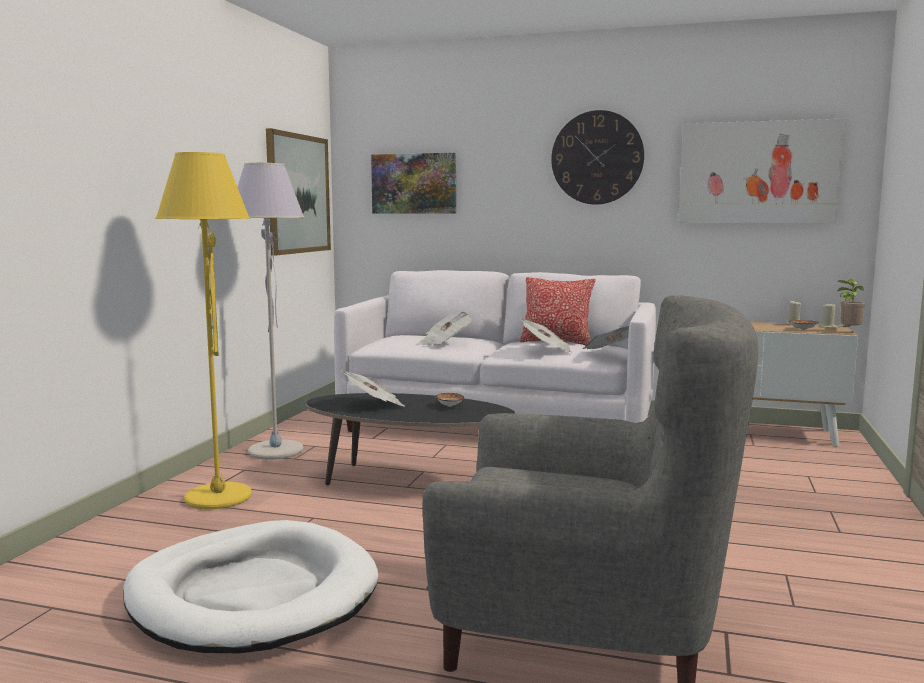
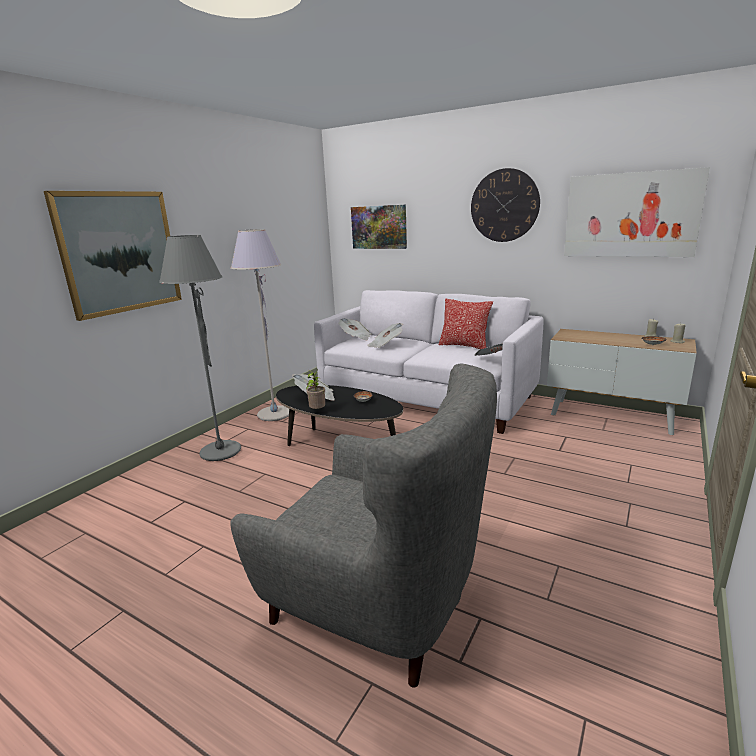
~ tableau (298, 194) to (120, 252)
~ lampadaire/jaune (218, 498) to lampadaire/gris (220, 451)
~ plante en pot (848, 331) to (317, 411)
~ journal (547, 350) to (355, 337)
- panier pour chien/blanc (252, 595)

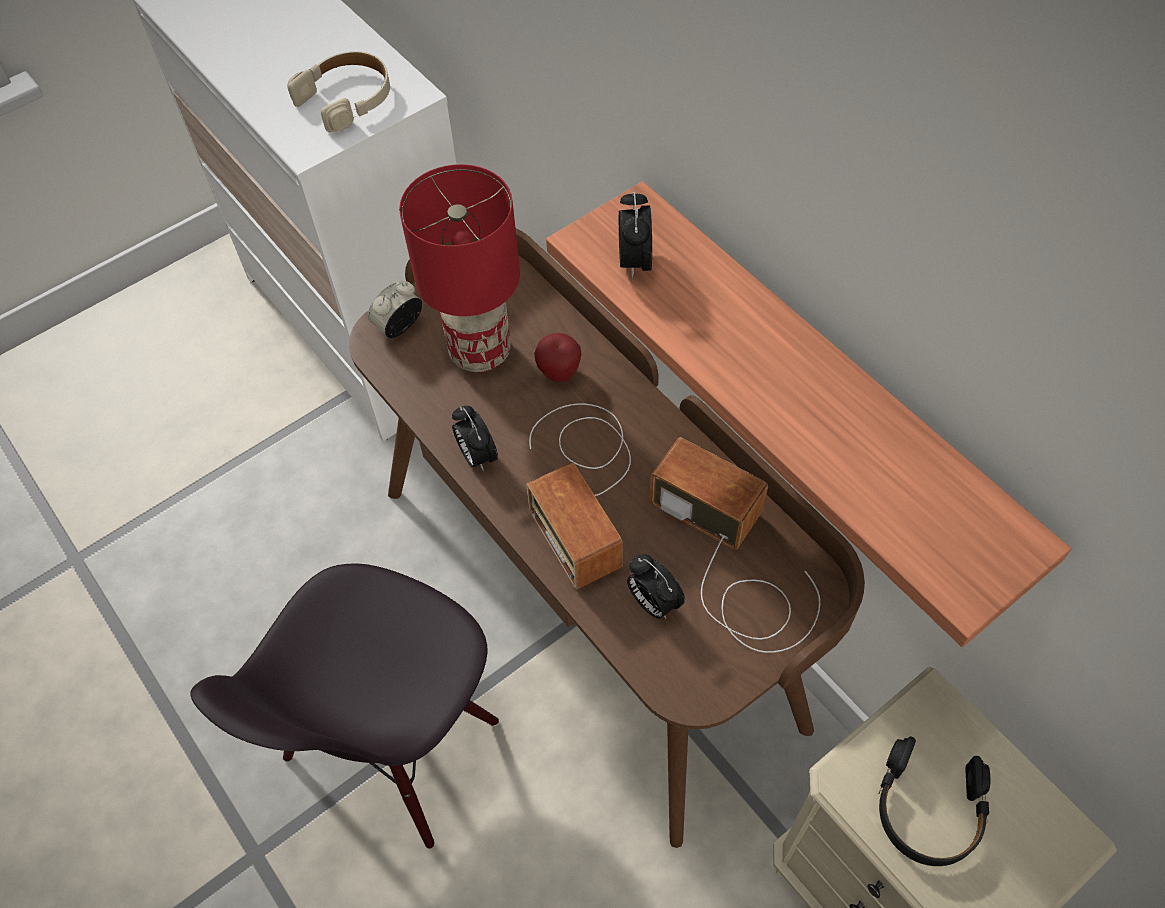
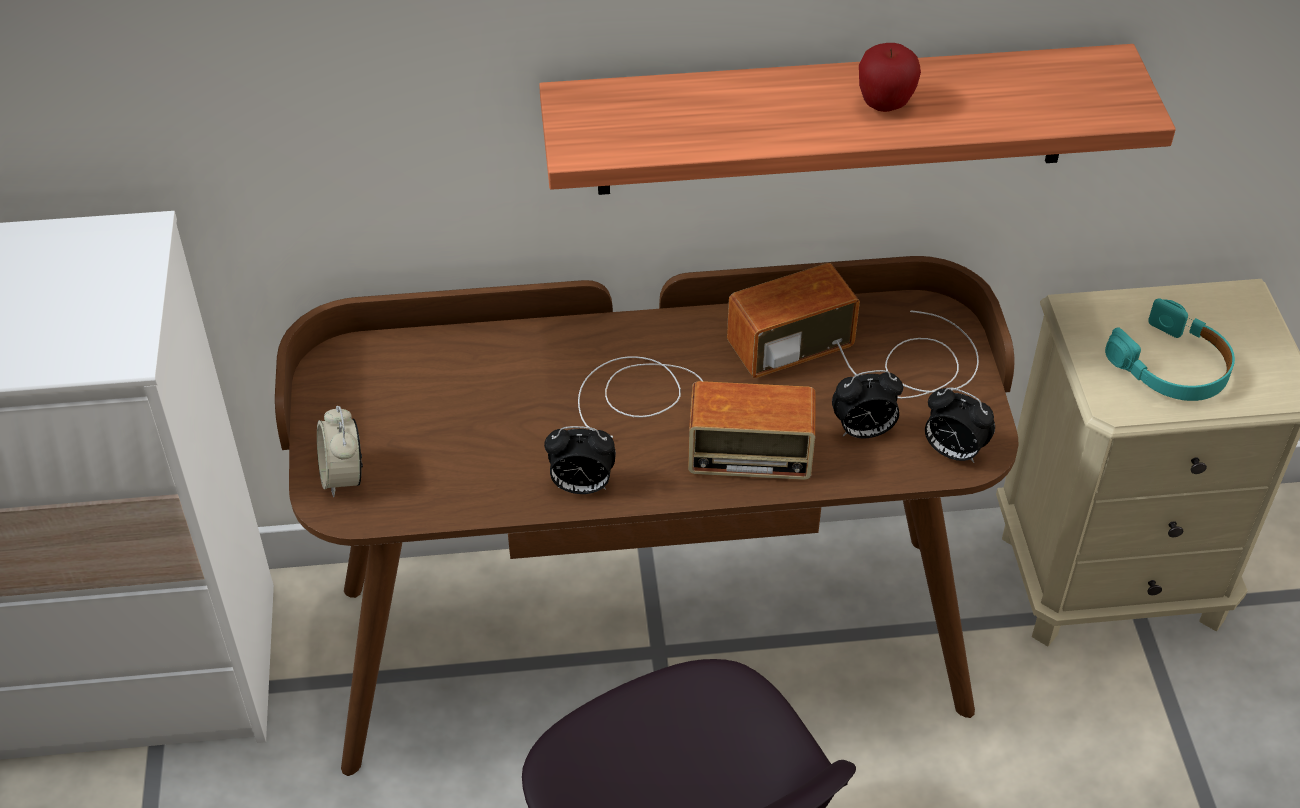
~ pomme (559, 373) to (884, 105)
~ réveil (634, 261) to (952, 452)
~ casque audio/noir (928, 809) to casque audio/turquoise (1171, 366)
- casque audio/beige (347, 98)
- lampe de table/rouge (481, 353)

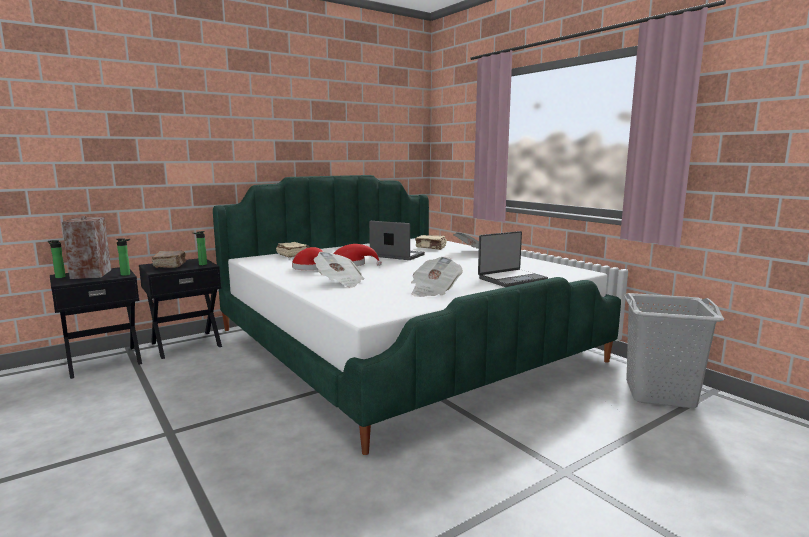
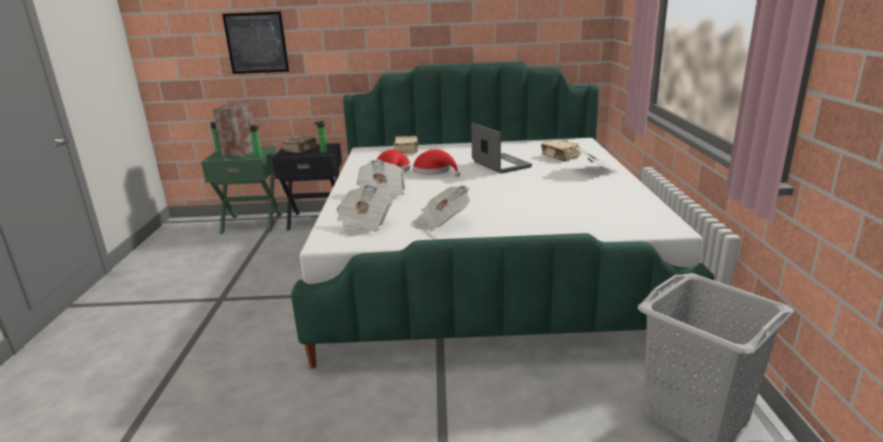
~ table de chevet/noir (104, 361) to table de chevet/vert (252, 223)
+ tableau (256, 43)
+ journal (363, 225)
- ordinateur portable (511, 279)

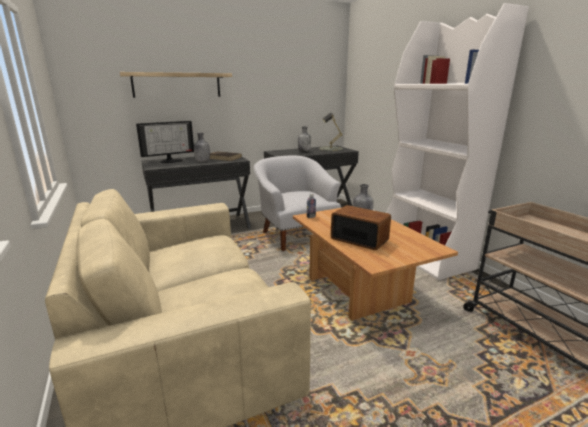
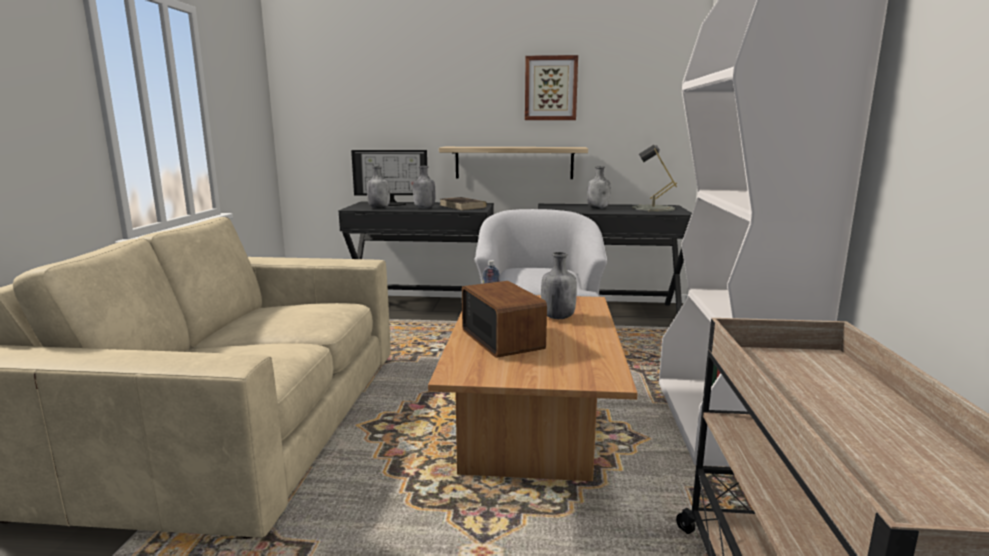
+ bouteille/gris (379, 208)
~ étagère (177, 85) to (514, 162)
+ tableau (551, 88)

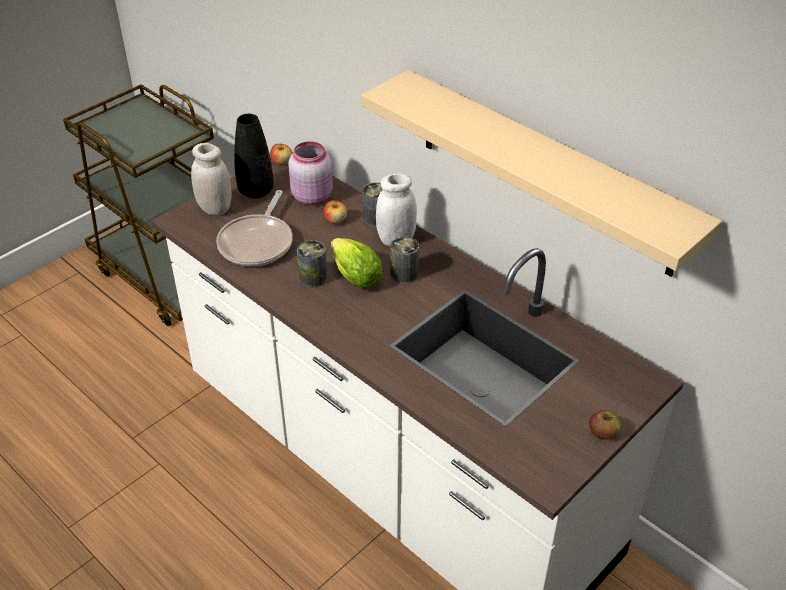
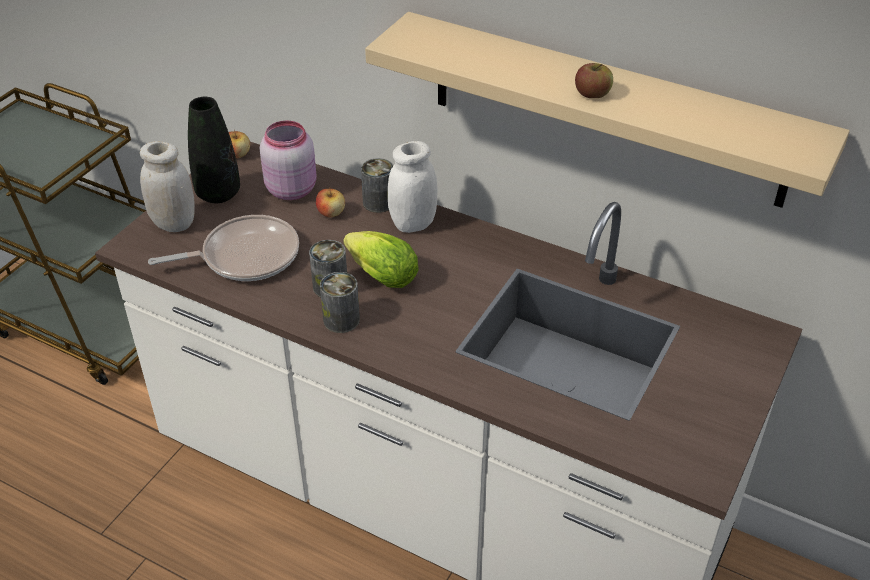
~ poêle (258, 242) = (245, 256) 105 degrees counterclockwise
~ boîte métallique (404, 274) to (341, 320)
~ pomme (603, 433) to (592, 94)

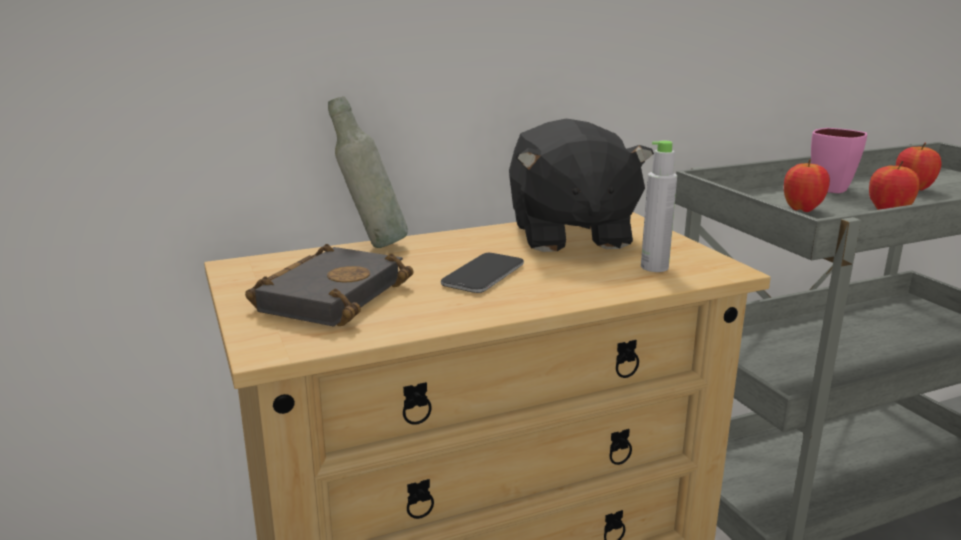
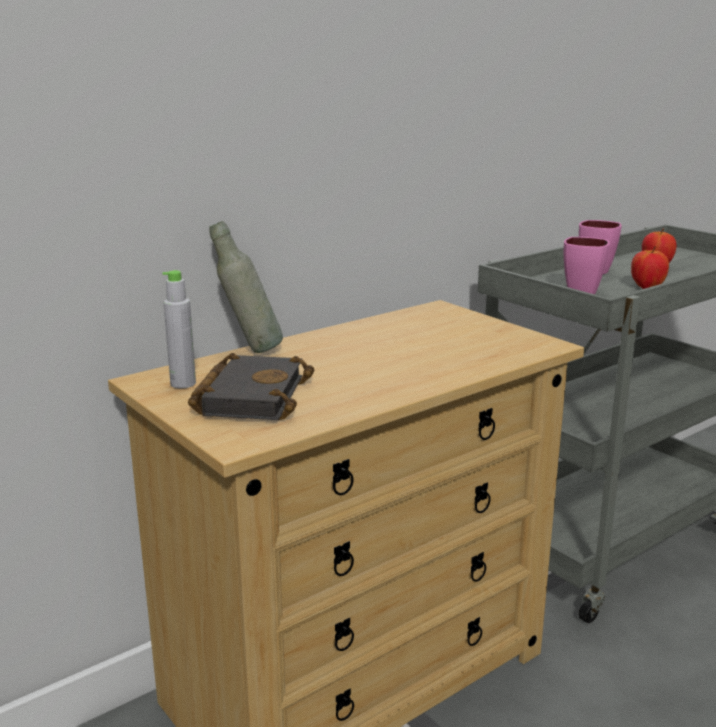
~ bouteille/gris (654, 267) to (183, 383)
~ pomme (802, 209) to mug/rose (583, 290)
- téléphone (483, 275)
- peluche/noir (569, 235)

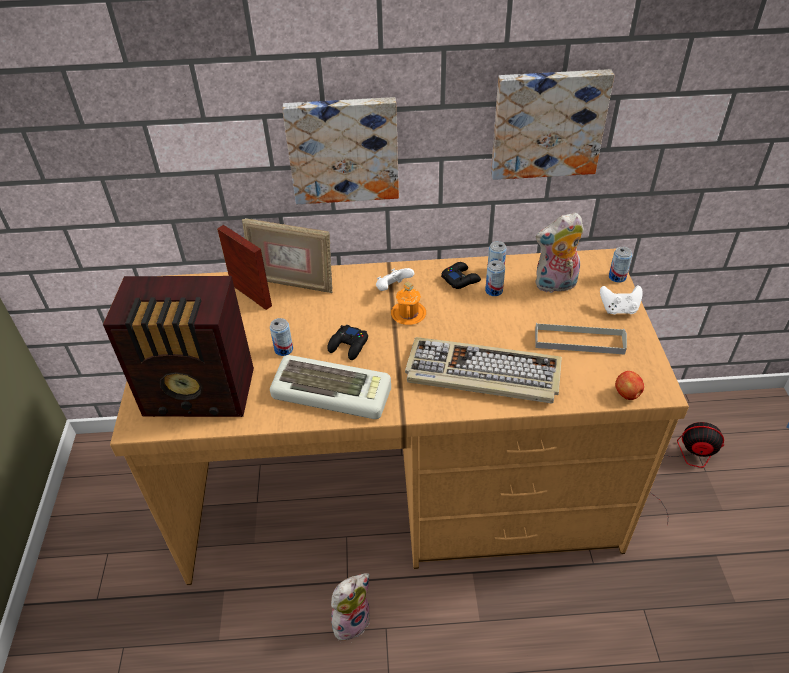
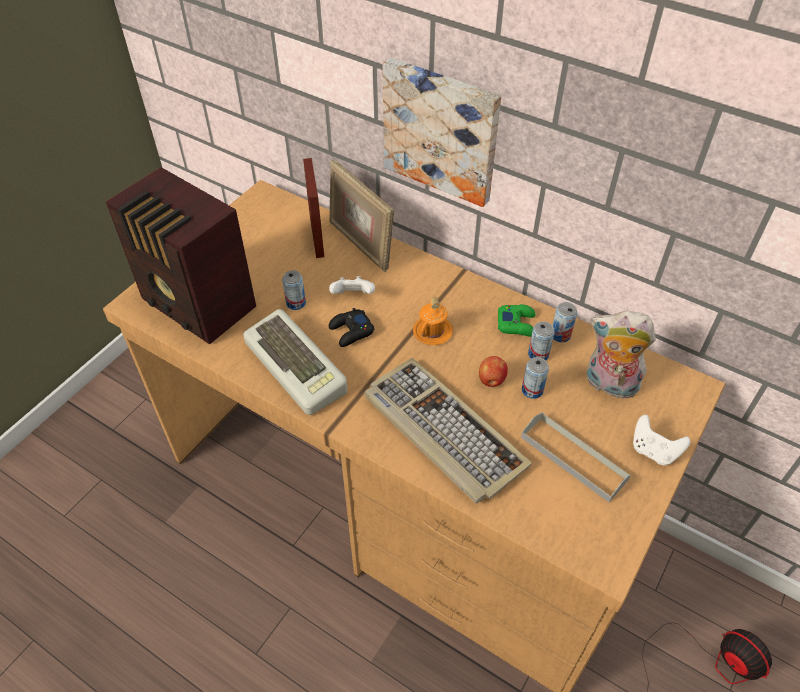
~ manette/blanc (393, 289) to (353, 296)
~ pomme (627, 394) to (491, 380)
~ manette/noir (460, 279) to manette/vert (517, 324)
~ boîte métallique (617, 277) to (532, 390)
- peluche (351, 619)
- tableau (547, 123)

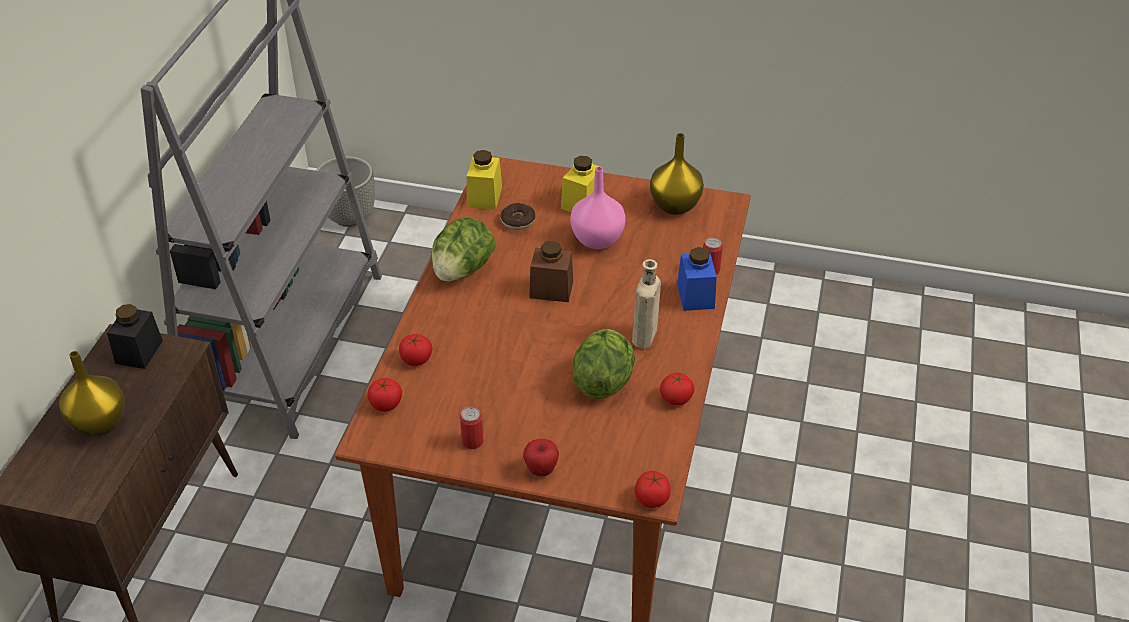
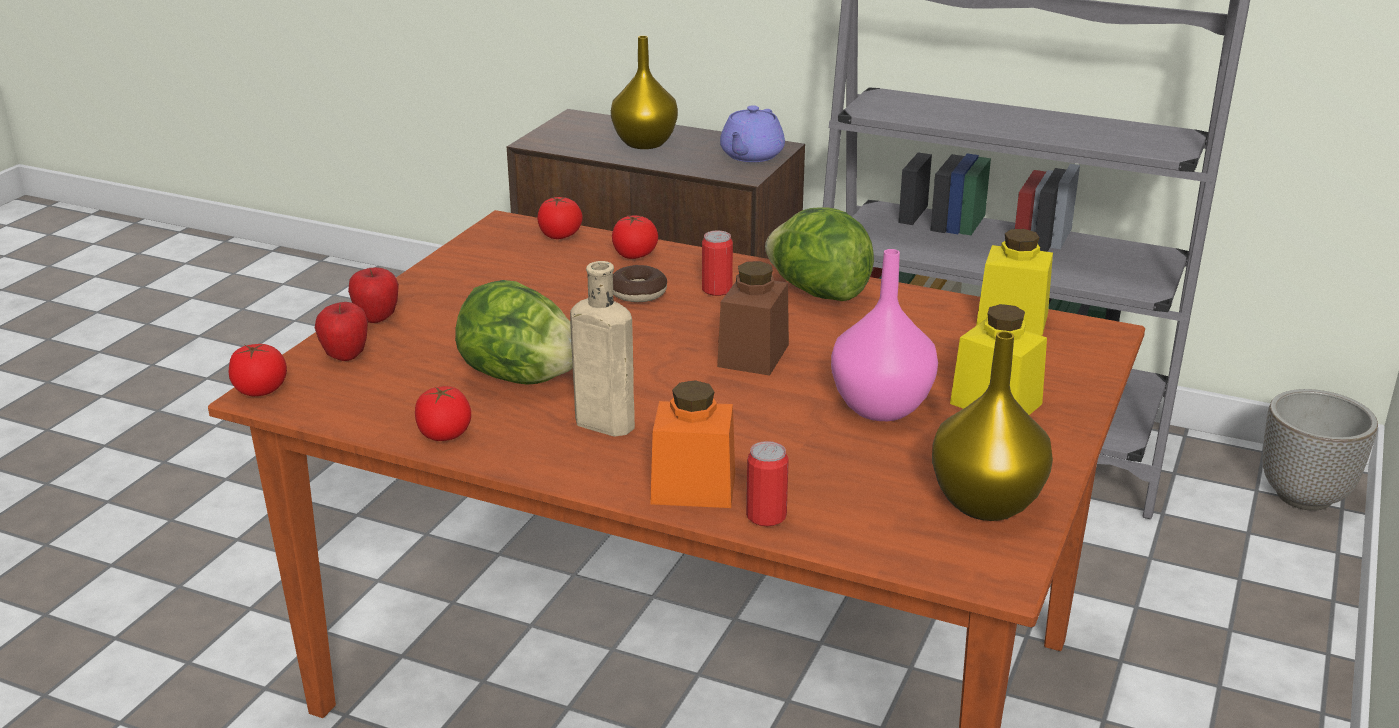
+ pomme (345, 356)
~ beignet (518, 221) to (638, 293)
~ bocal/bleu (695, 296) to bocal/orange (693, 488)
~ boîte métallique (472, 441) to (717, 289)
~ bocal/noir (139, 352) to théière/violet (751, 156)

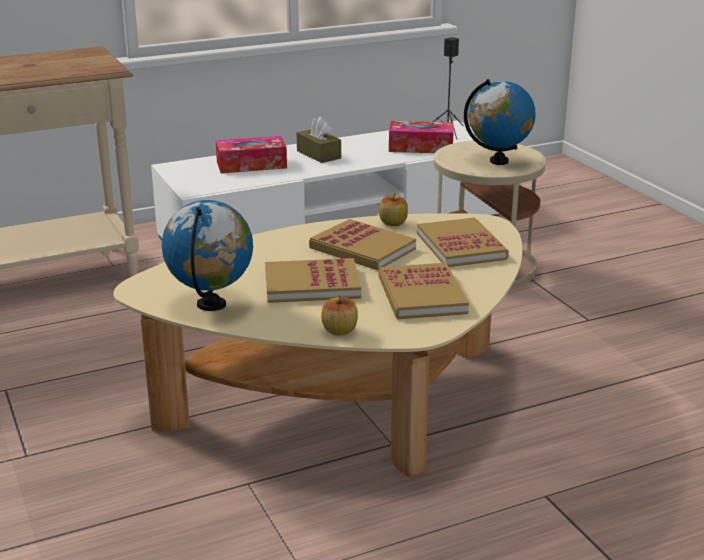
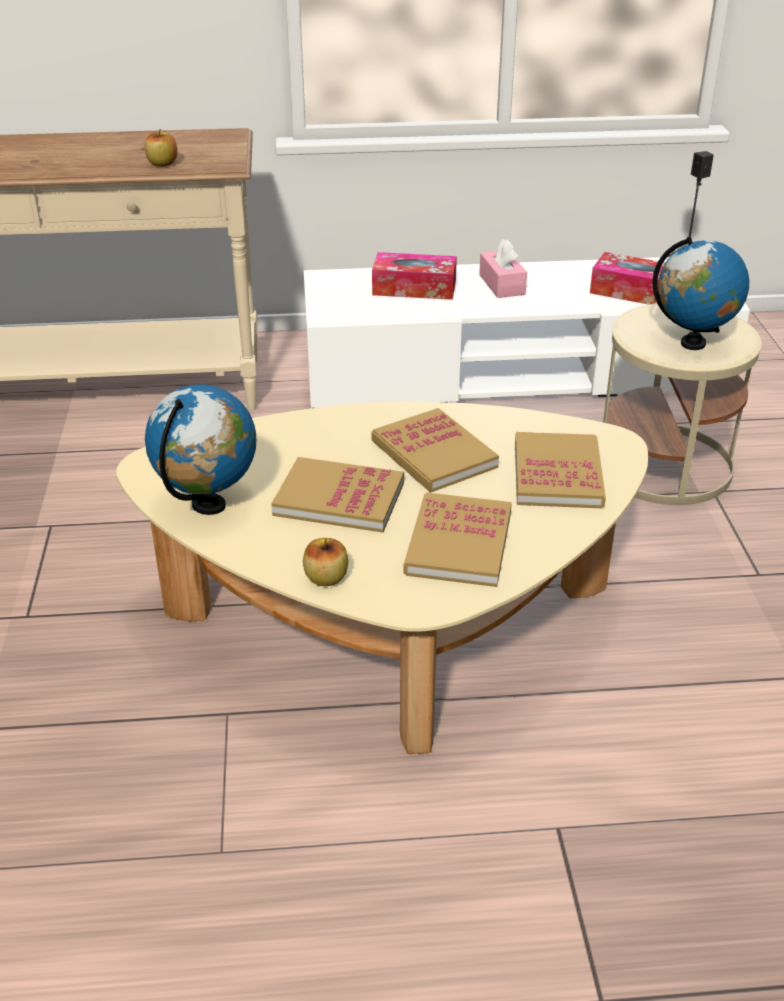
~ pomme (393, 223) to (162, 164)
~ boîte à mouchoirs/marron (318, 154) to boîte à mouchoirs/rose (502, 284)

